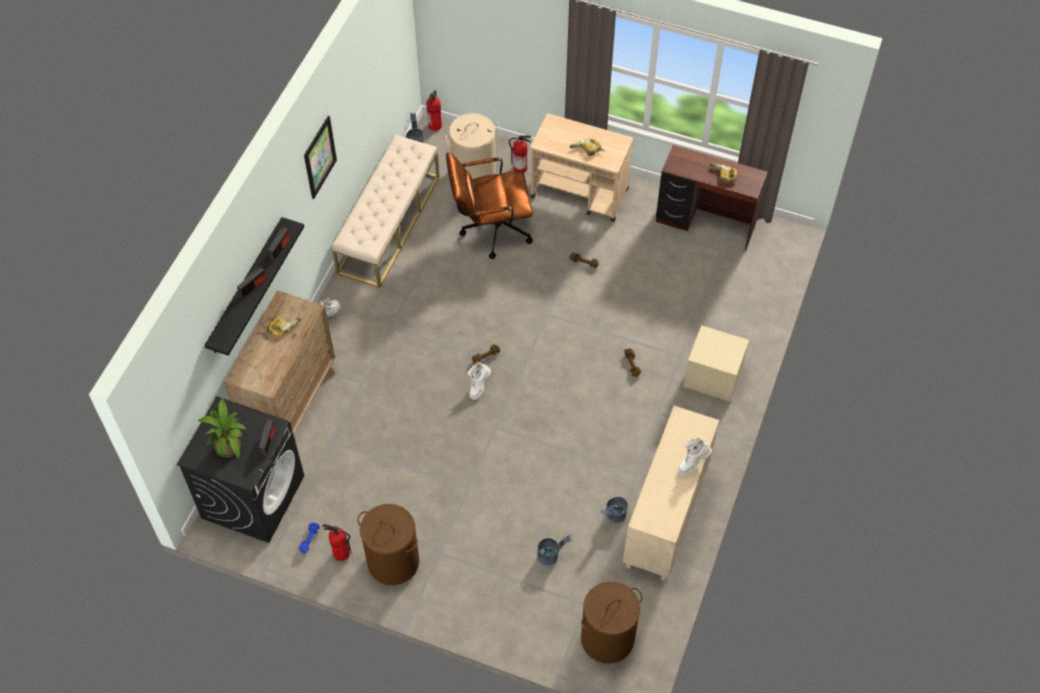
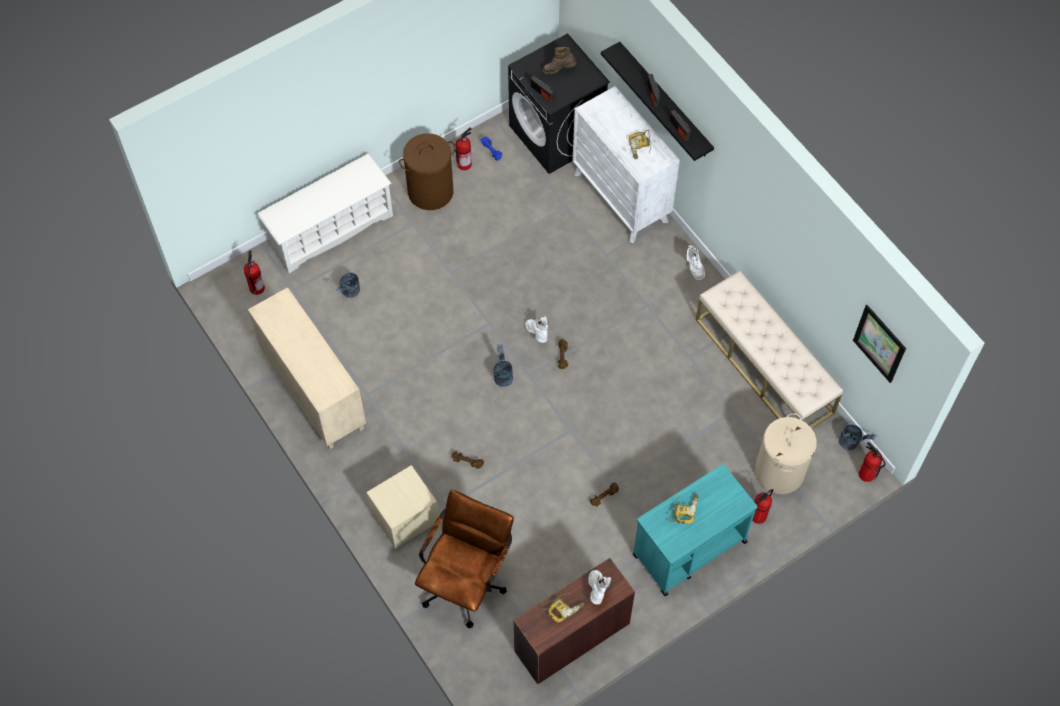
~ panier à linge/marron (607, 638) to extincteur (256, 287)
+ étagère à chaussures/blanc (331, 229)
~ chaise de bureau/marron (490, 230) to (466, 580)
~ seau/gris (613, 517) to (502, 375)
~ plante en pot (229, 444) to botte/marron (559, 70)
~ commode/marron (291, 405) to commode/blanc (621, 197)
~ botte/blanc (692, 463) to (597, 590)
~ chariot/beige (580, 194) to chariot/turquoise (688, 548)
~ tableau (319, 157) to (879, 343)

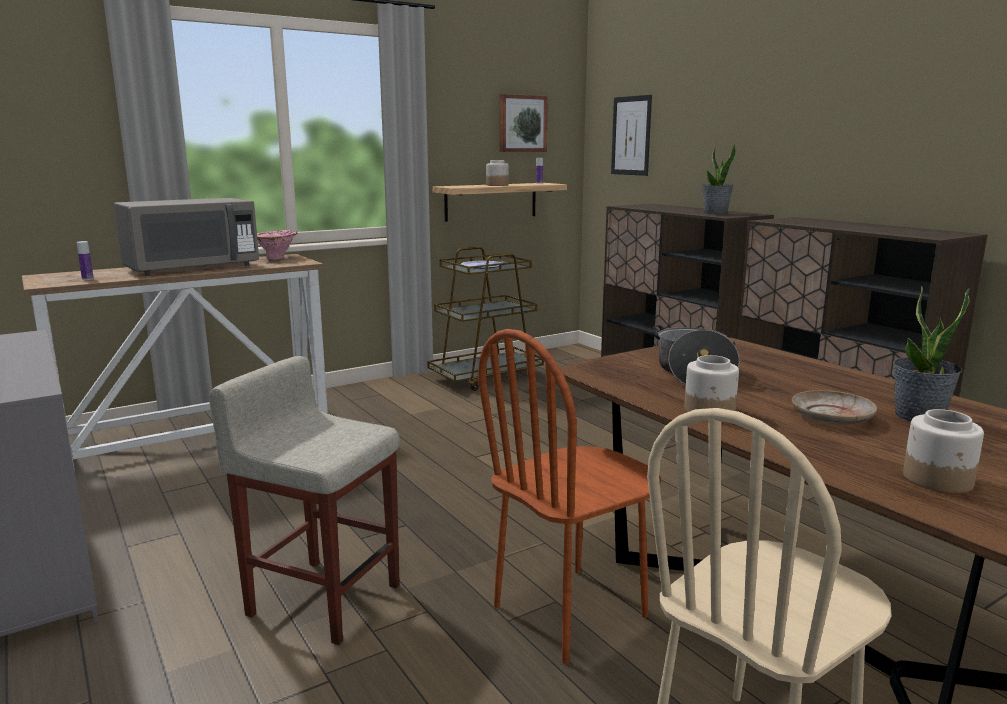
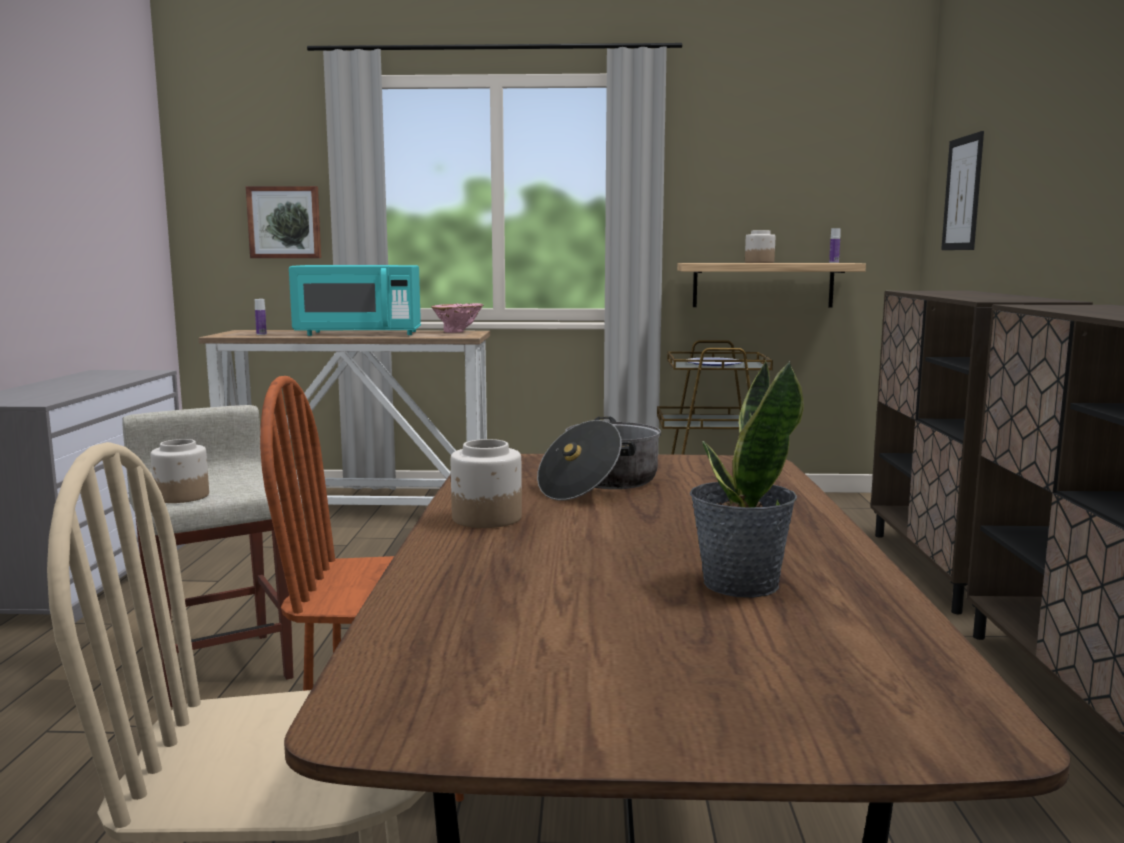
~ bocal (938, 480) to (181, 496)
~ tableau (522, 123) to (285, 222)
~ micro-ondes/gris (192, 268) to micro-ondes/turquoise (359, 334)
- plante en pot (715, 213)
- assiette/beige (832, 417)

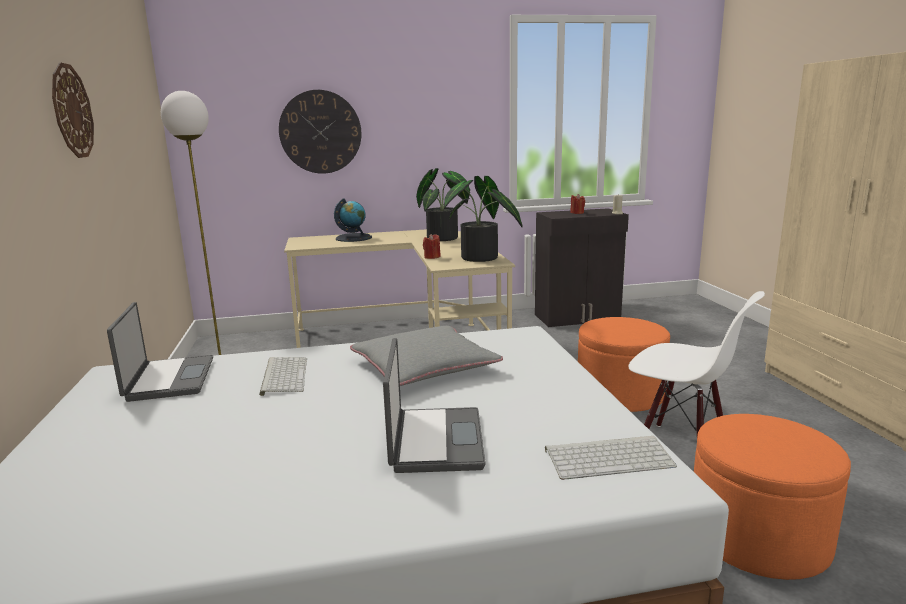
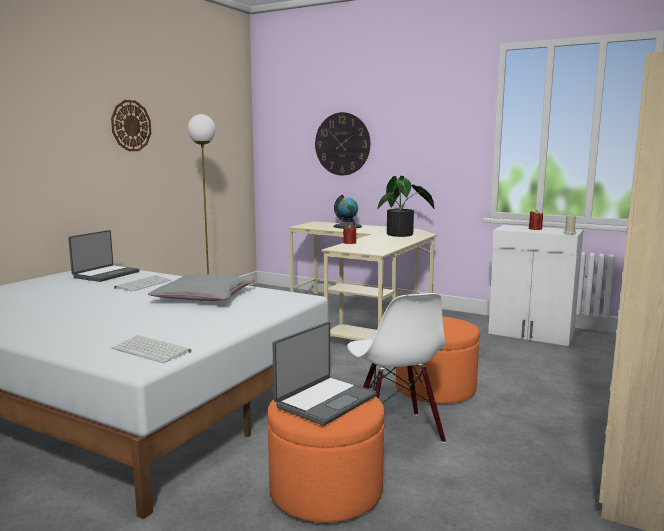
~ ordinateur portable (434, 441) to (324, 401)
~ meuble de rangement/noir (578, 317) to meuble de rangement/blanc (531, 334)
- plante en pot (481, 259)

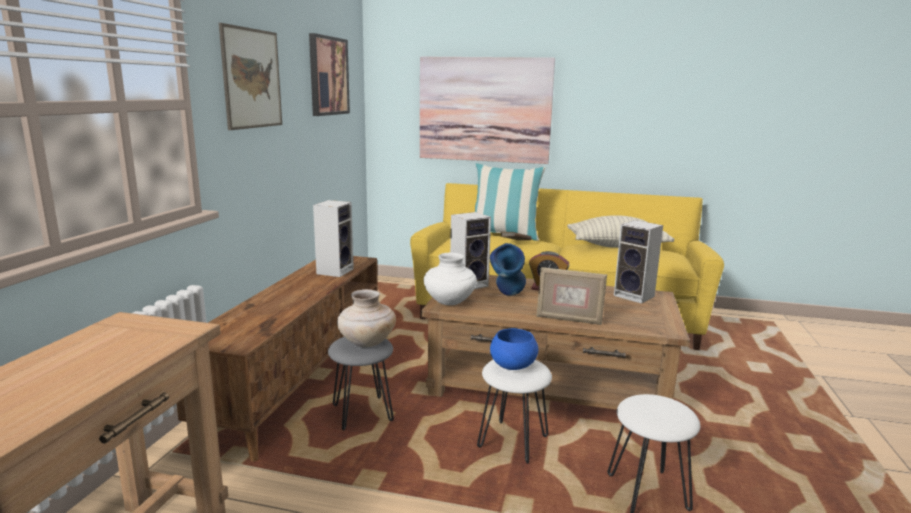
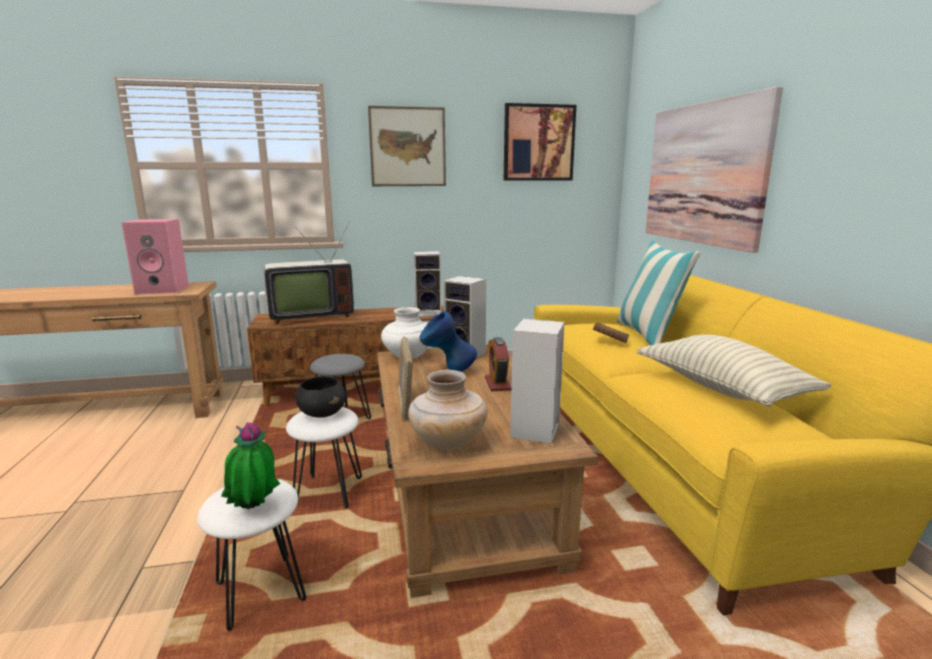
+ enceinte/rose (164, 289)
+ plante en pot (254, 509)
+ téléviseur (309, 316)
~ bol/bleu (512, 366) to bol/noir (322, 414)
~ vase/beige (366, 343) to (448, 442)

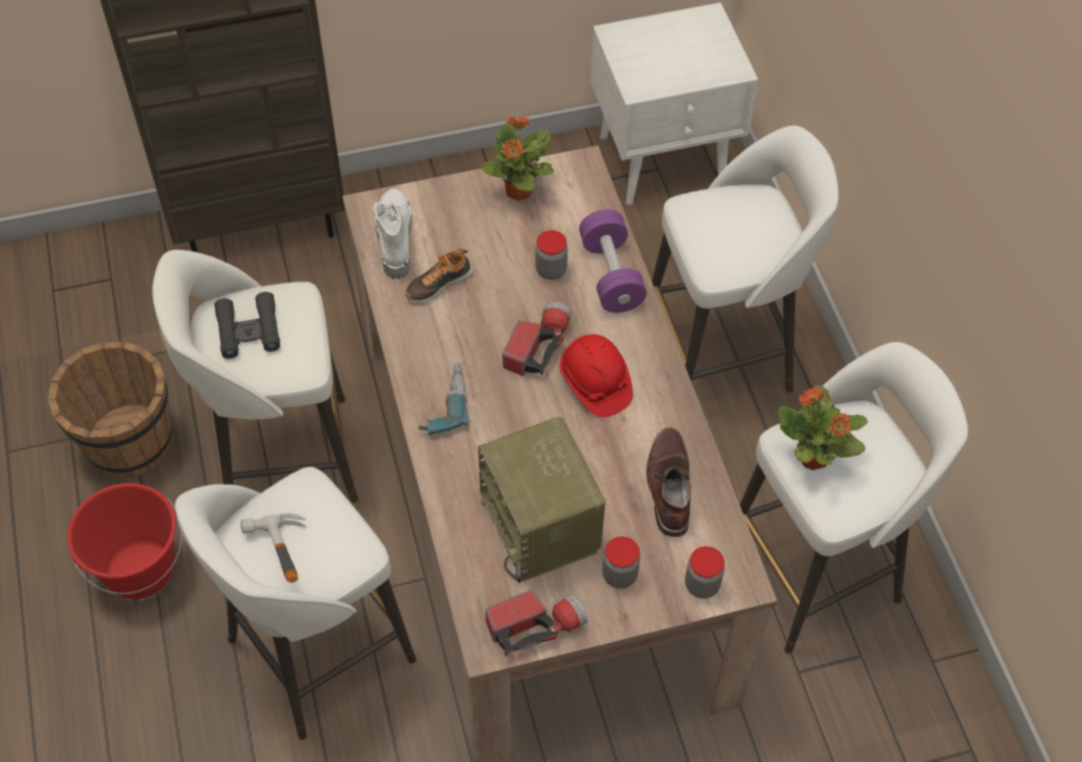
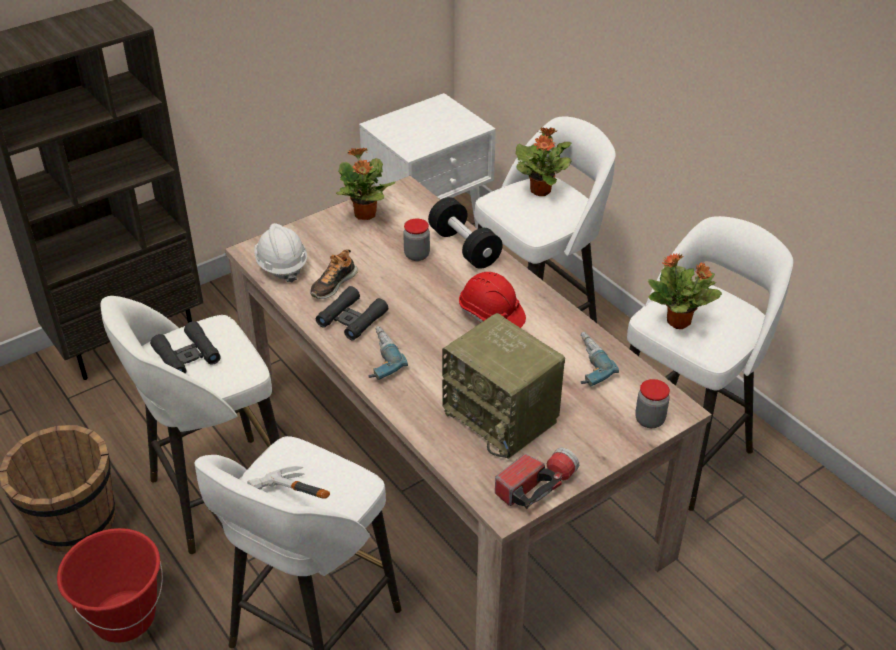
~ botte/blanc (393, 239) to casque de chantier/blanc (281, 265)
+ jumelles/noir (352, 319)
~ haltère/violet (611, 275) to haltère/noir (464, 247)
+ plante en pot (541, 190)
~ botte/marron (668, 486) to perceuse (585, 364)
- lampe de poche (537, 346)
- bocal (619, 575)

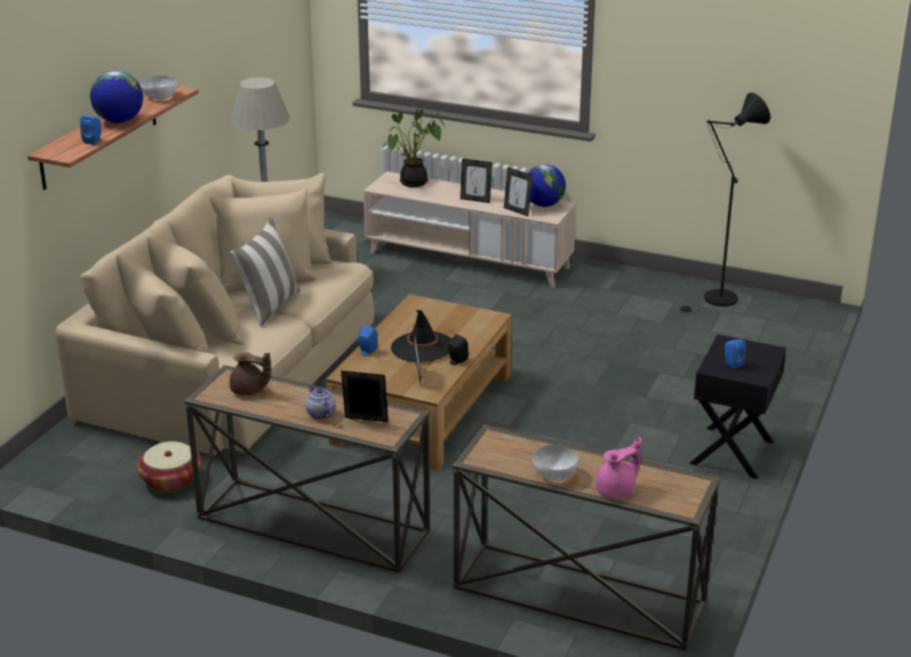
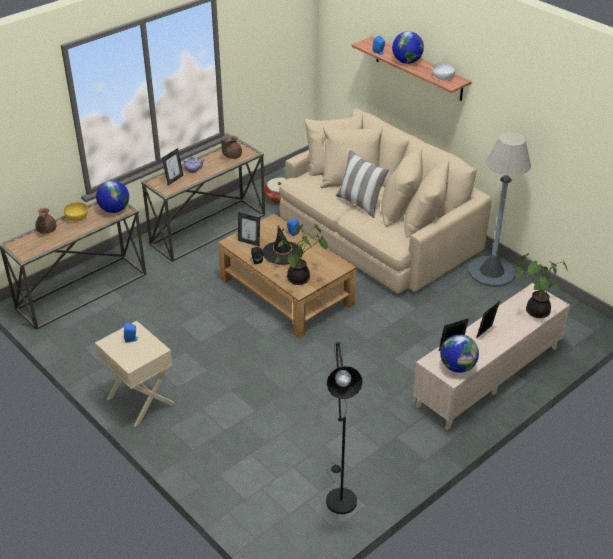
~ théière/rose (617, 490) to théière/marron (46, 230)
~ bol/blanc (554, 474) to bol/jaune (77, 217)
~ table de chevet/noir (733, 452) to table de chevet/beige (140, 401)
+ globe (114, 210)
+ plante en pot (298, 280)

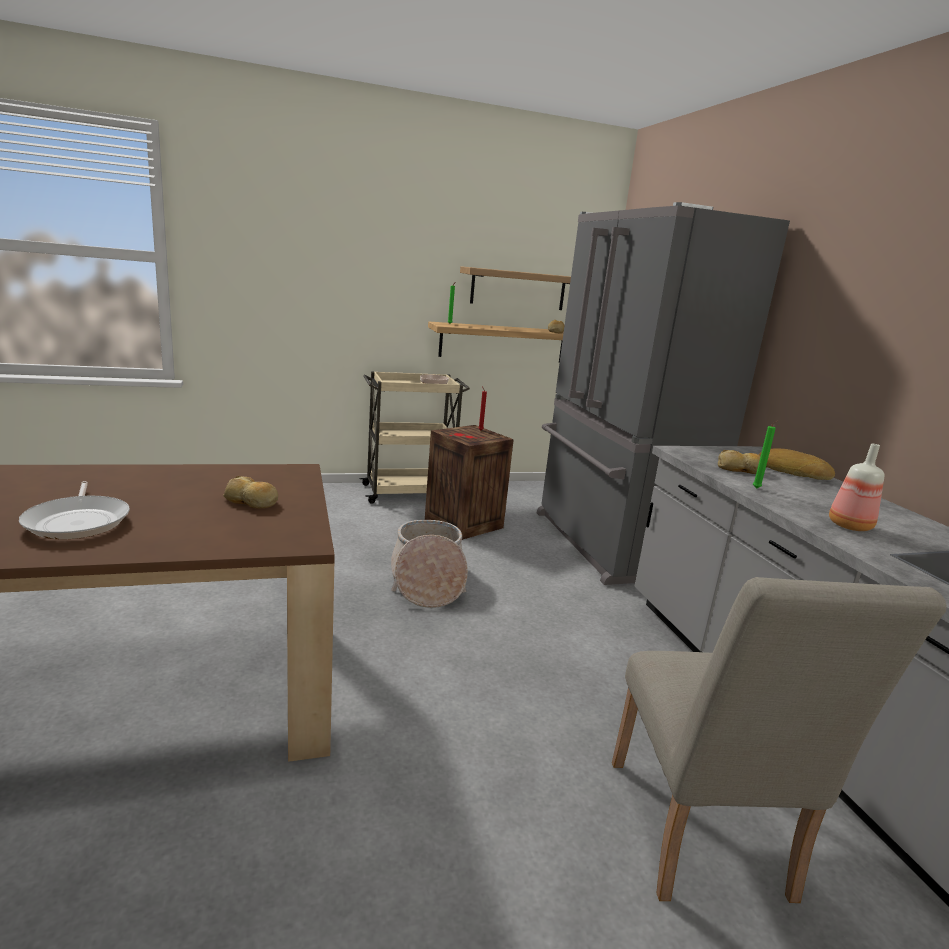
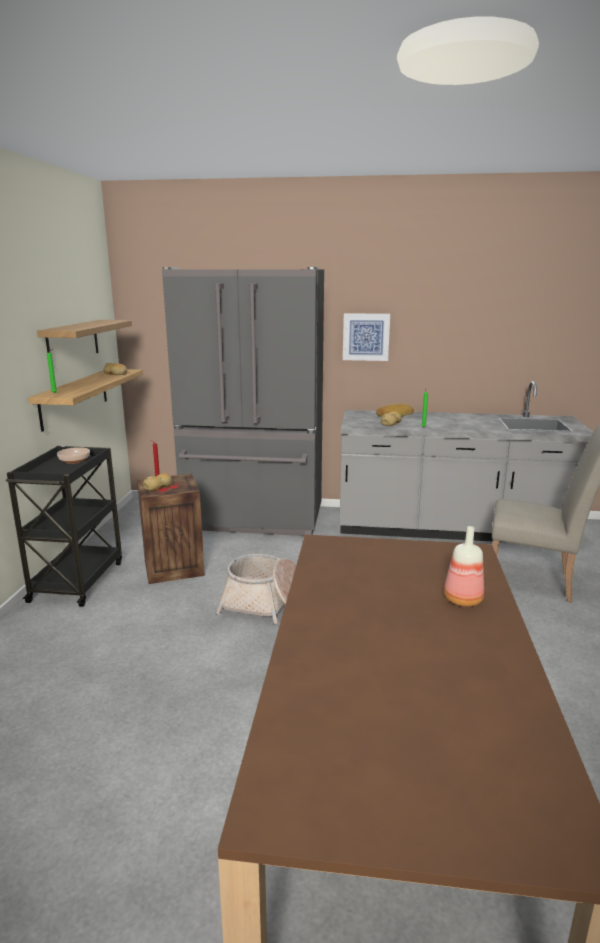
~ chariot/beige (409, 493) to chariot/noir (78, 580)
~ pain (251, 501) to (159, 486)
+ tableau (366, 337)
~ bouteille (848, 526) to (462, 600)
- poêle (79, 521)

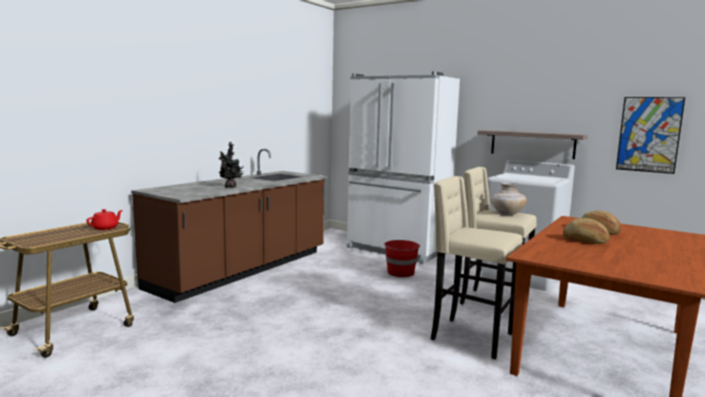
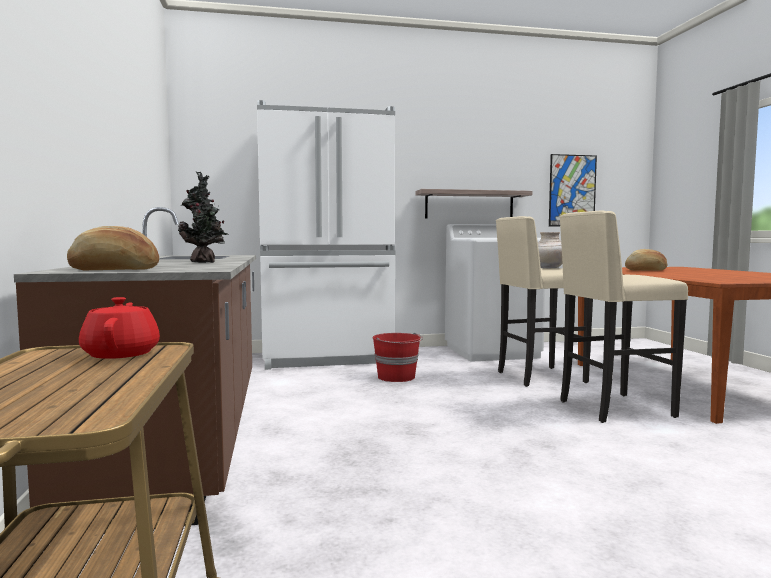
~ pain (585, 241) to (114, 269)

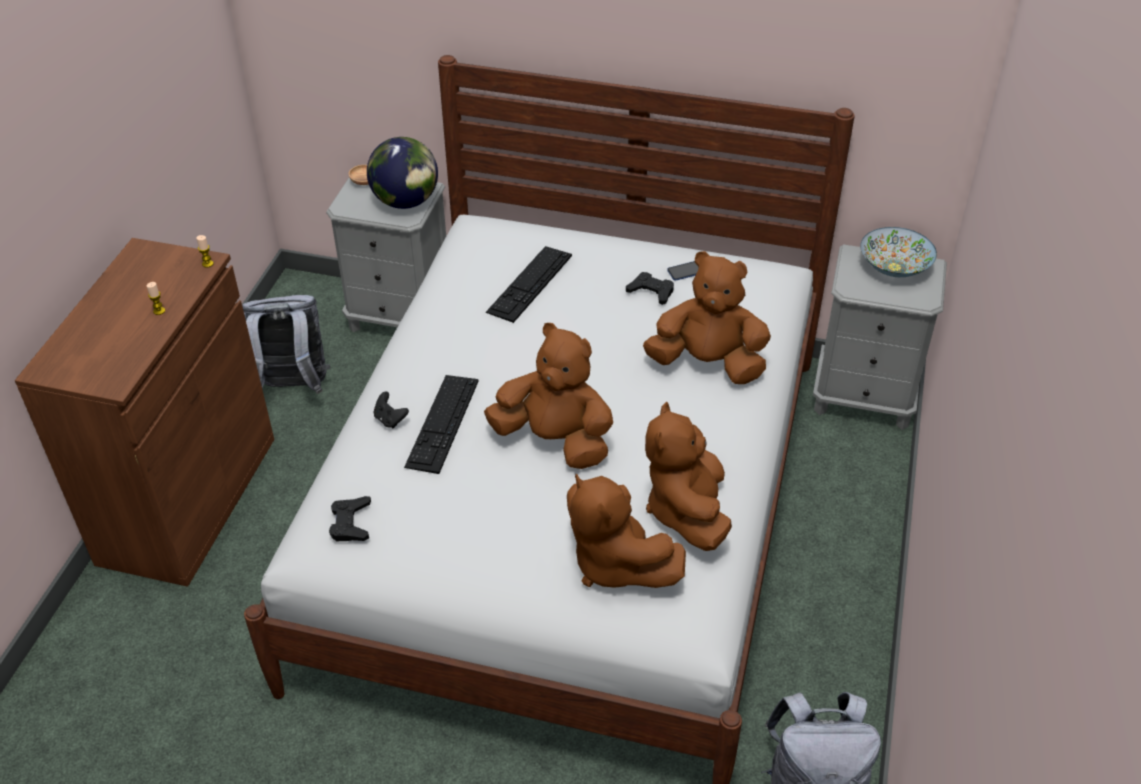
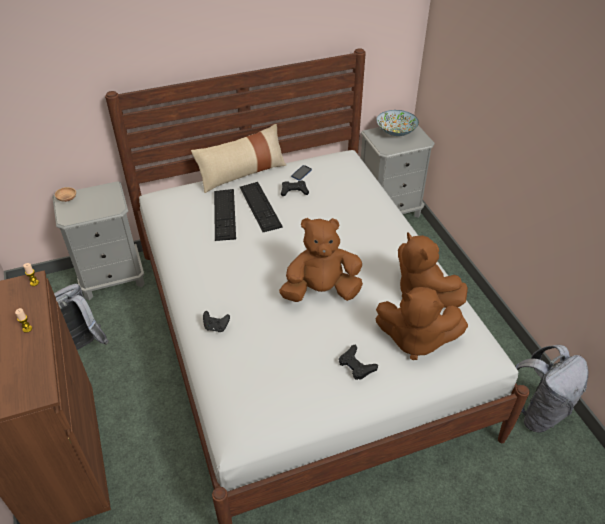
+ coussin/beige (242, 173)
~ clavier (442, 423) to (260, 206)
~ manette/noir (350, 523) to (356, 365)
- globe (405, 202)
- peluche/marron (707, 364)

